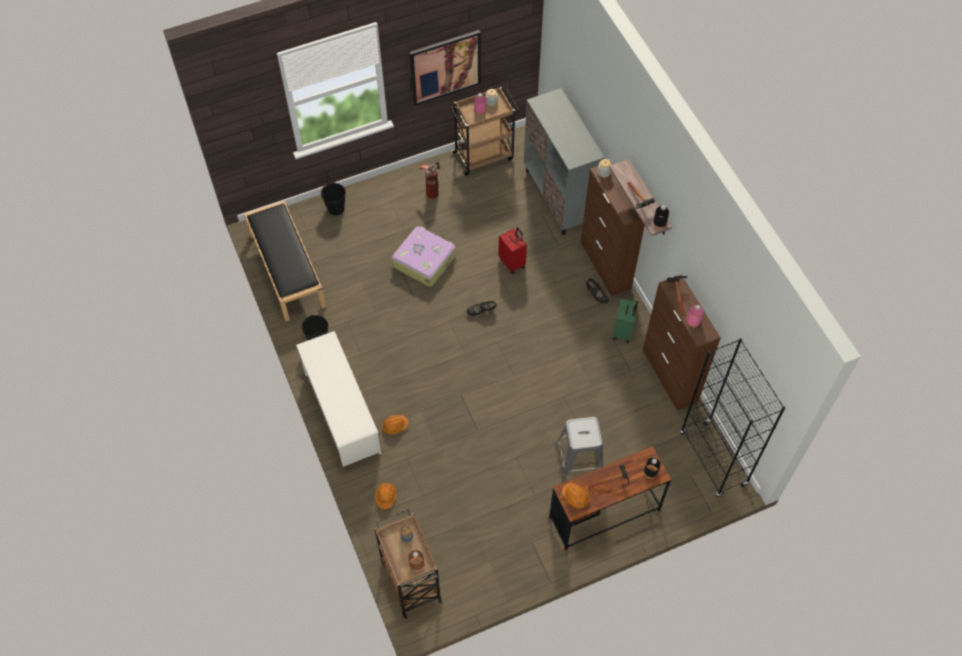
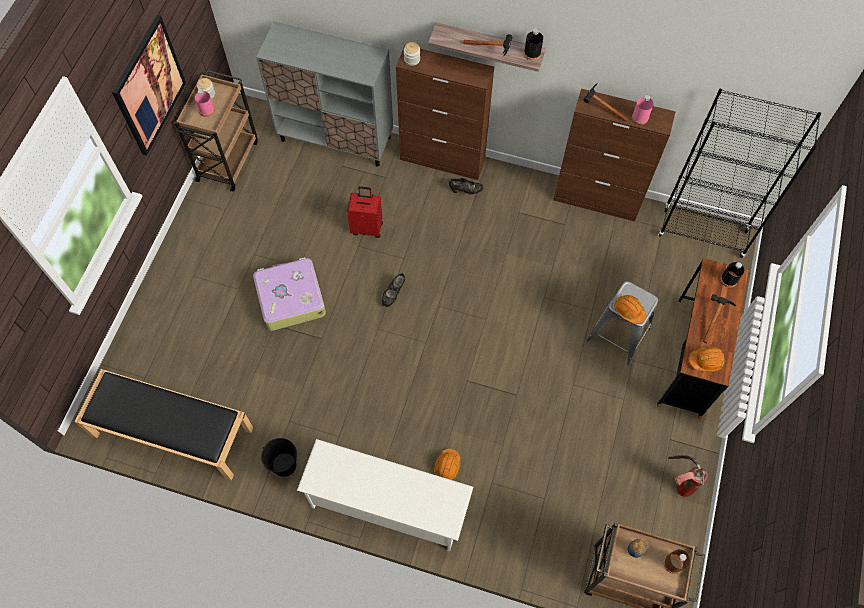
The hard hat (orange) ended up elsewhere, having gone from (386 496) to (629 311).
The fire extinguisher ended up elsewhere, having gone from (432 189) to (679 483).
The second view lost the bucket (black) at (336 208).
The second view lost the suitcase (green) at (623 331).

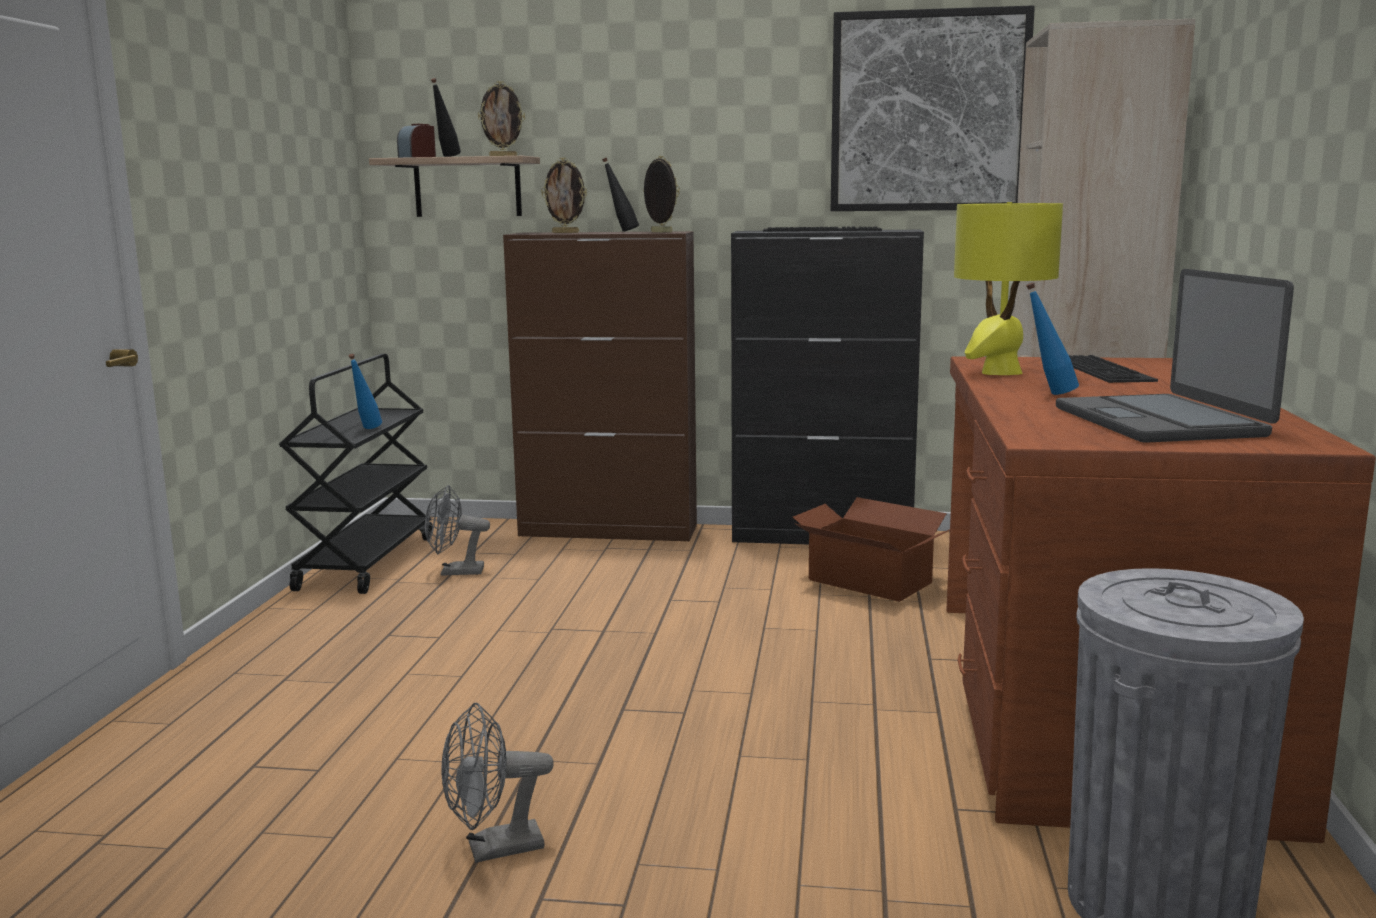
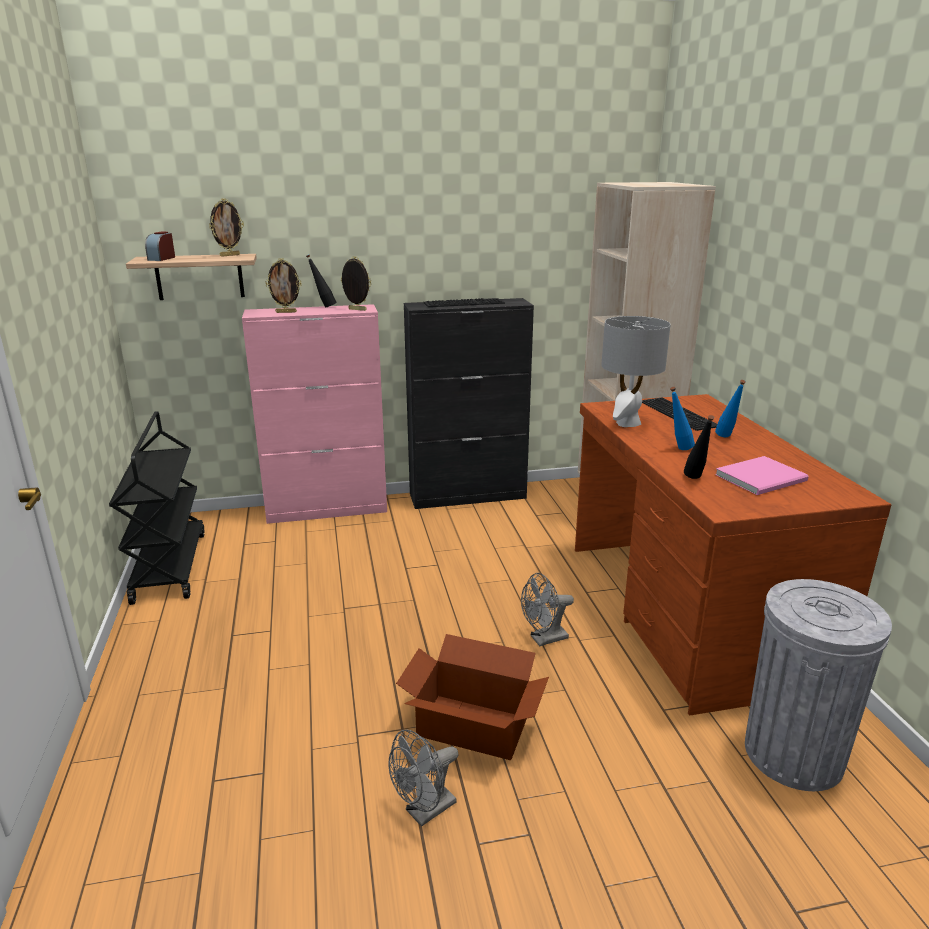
What was the cabinet (brown) at (609 530) turned into the cabinet (pink) at (327 509).
The cardboard box ended up elsewhere, having gone from (870 582) to (473 727).
The fan (grey) ended up elsewhere, having gone from (455 572) to (544 639).
What was the table lamp (yellow) at (1000 372) turned into the table lamp (grey) at (627 423).
The bottle (black) ended up elsewhere, having gone from (446 156) to (695 479).
The bottle (blue) ended up elsewhere, having gone from (367 429) to (726 438).
Where the laptop stood at (1161 422), the book (pink) came to stand at (764 478).
The second view lost the picture at (928 112).

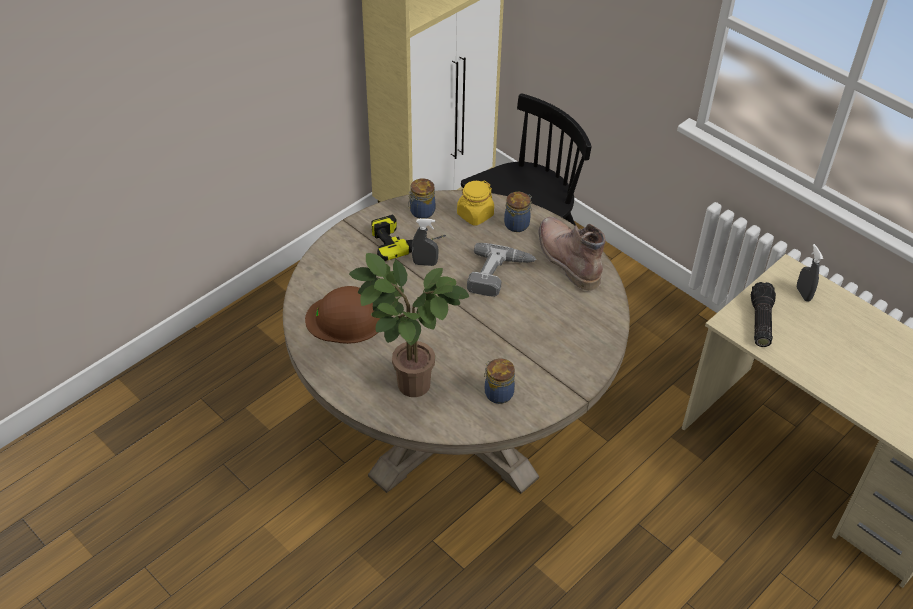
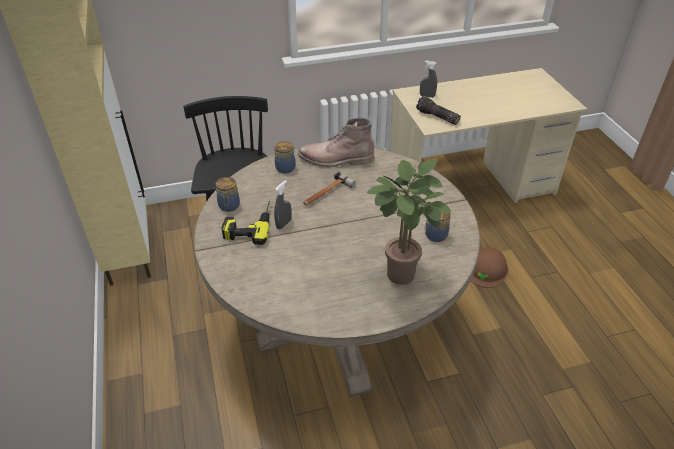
Where the power drill stood at (499 275), the hammer came to stand at (327 193).
The hard hat (brown) ended up elsewhere, having gone from (346 318) to (486 269).
The second view lost the jar (yellow) at (475 215).

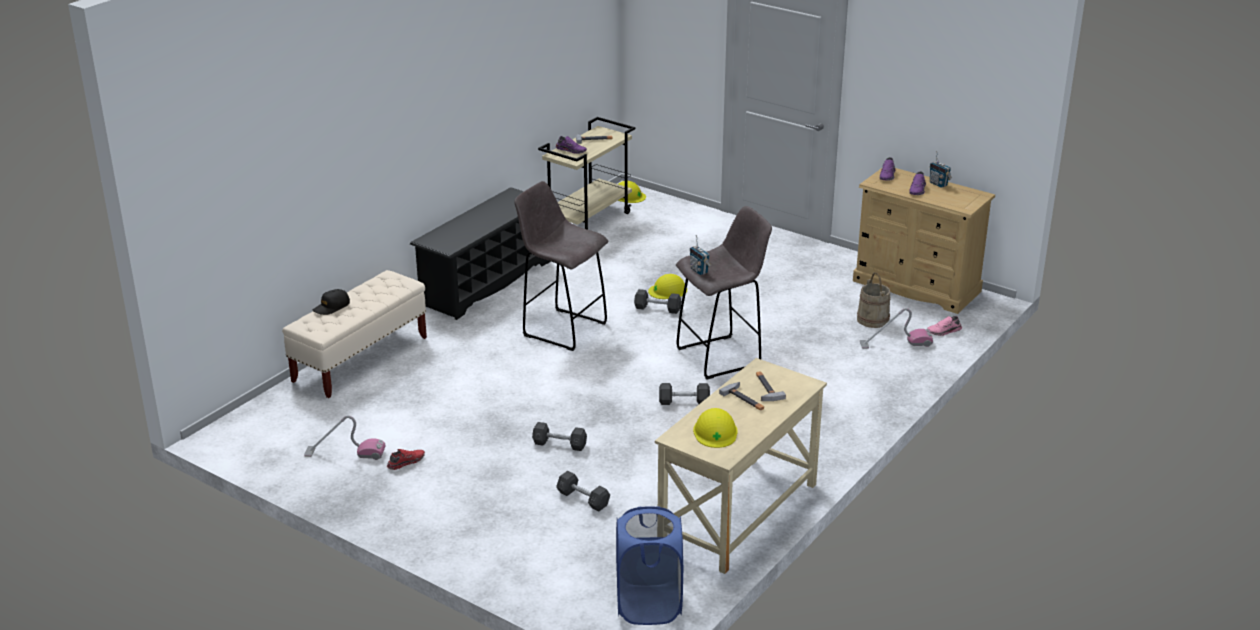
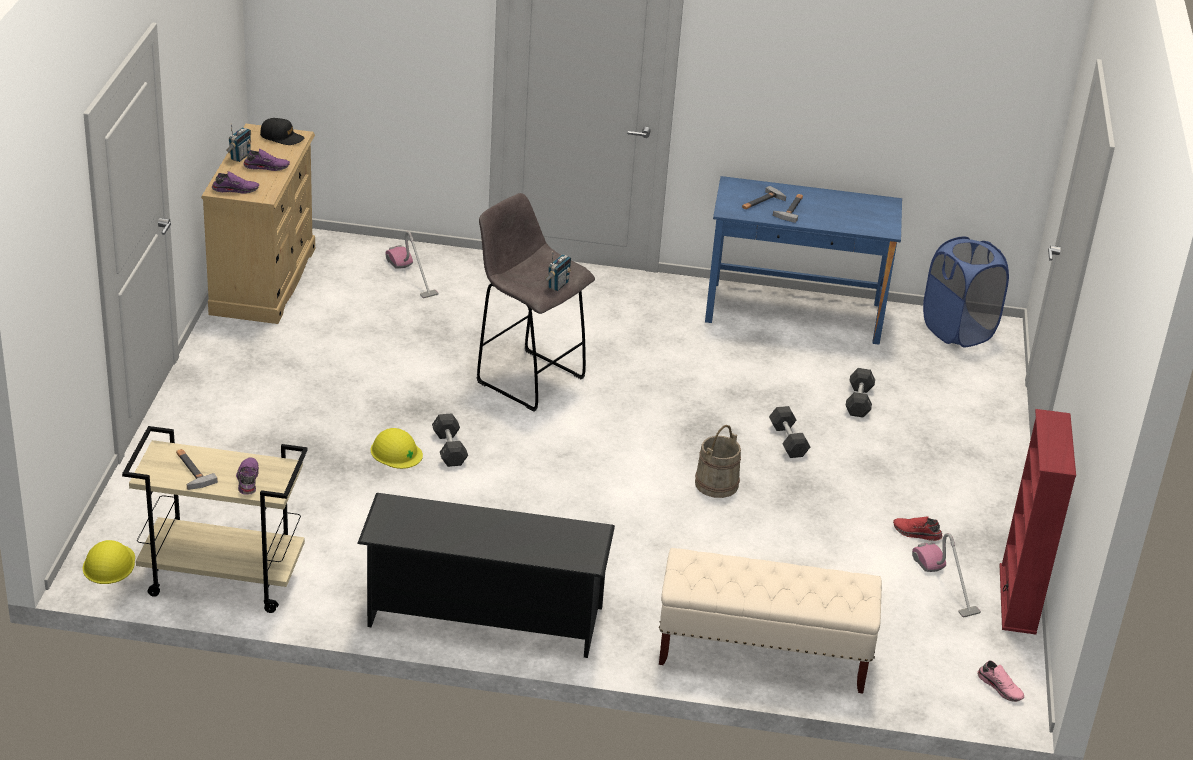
The cap (black) ended up elsewhere, having gone from (331 307) to (282 137).
The bucket (beige) ended up elsewhere, having gone from (873 319) to (716 484).
What was the desk (beige) at (739 514) turned into the desk (blue) at (794 312).
The shoe (pink) ended up elsewhere, having gone from (944 332) to (1001 687).
The second view gained the bookcase (red) at (1018 599).
The second view lost the stool (grey) at (562 329).
The second view lost the dumbbell (grey) at (684 401).
The second view lost the hard hat (yellow) at (715 432).

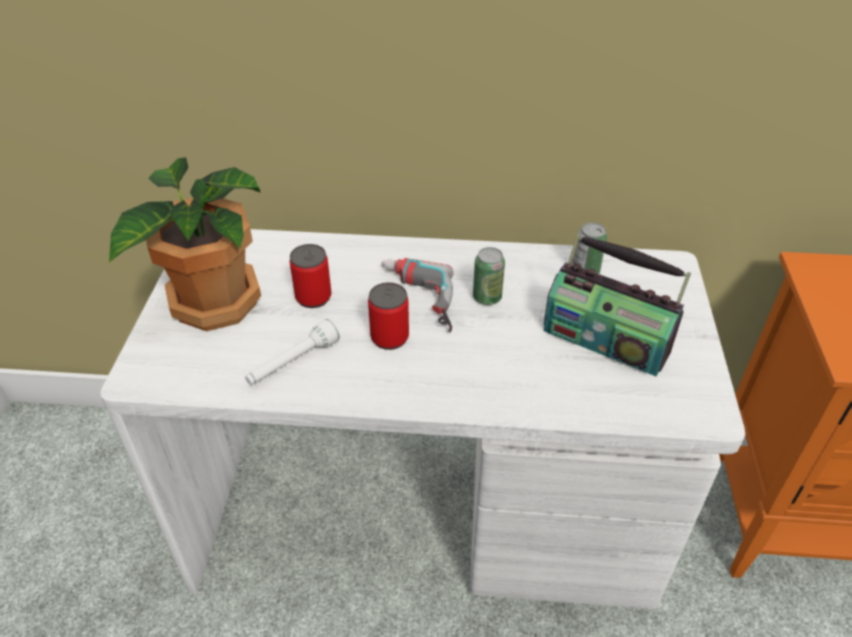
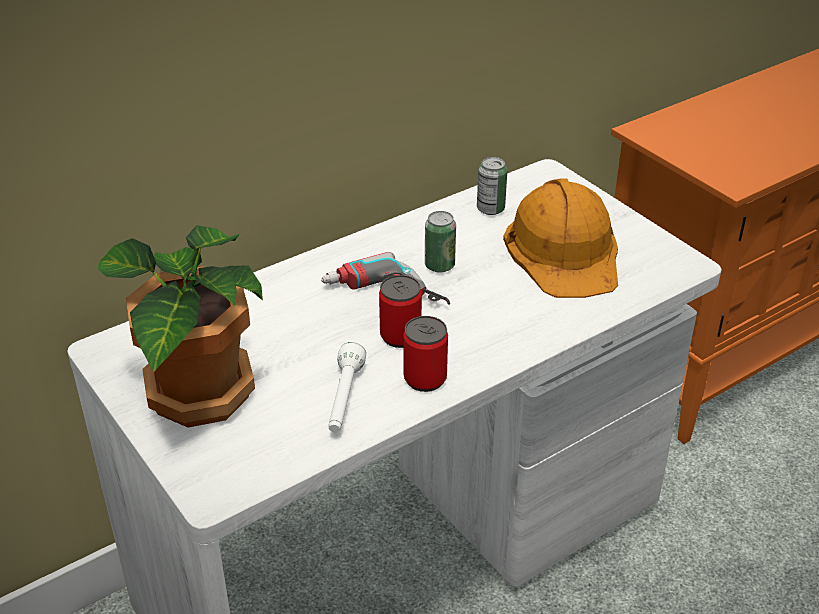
The can ended up elsewhere, having gone from (313 297) to (425 378).
Where the radio stood at (606 340), the hard hat (orange) came to stand at (564 251).

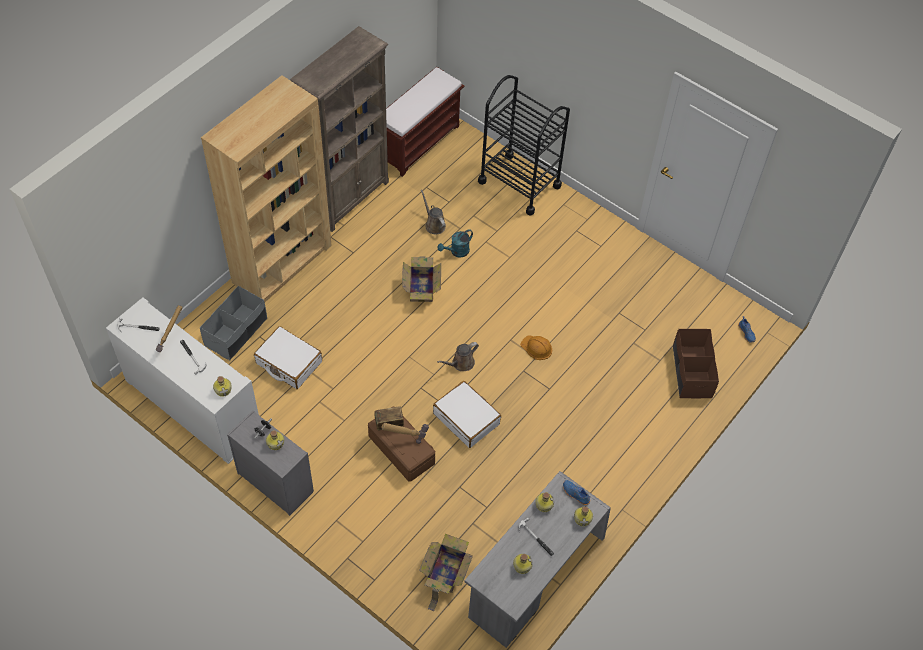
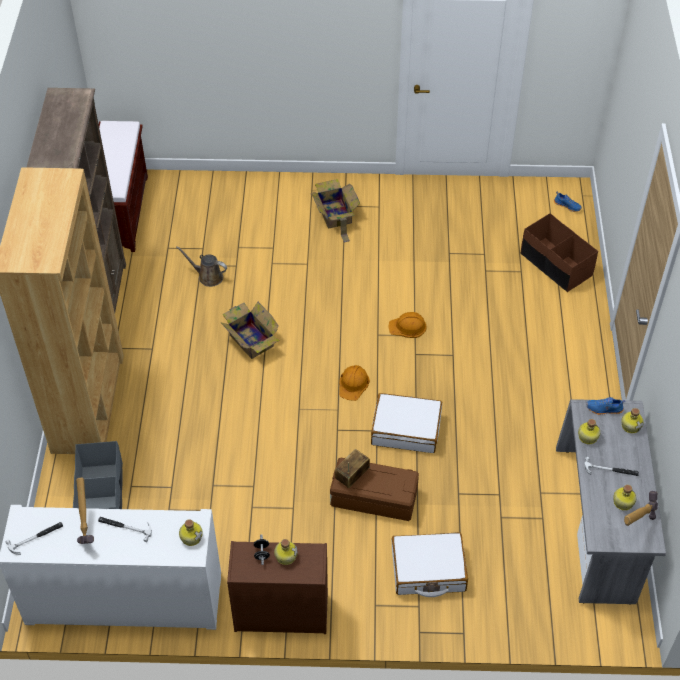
What was the dresser (grey) at (274 482) turned into the dresser (brown) at (280 613).
The cardboard box ended up elsewhere, having gone from (445 573) to (334 215).
Where the watering can (brown) stood at (461 363), the hard hat (orange) came to stand at (353 384).
The suitcase (white) ended up elsewhere, having gone from (288 363) to (428 570).
The hammer ended up elsewhere, having gone from (405 438) to (635 523).
The second view lost the watering can (turquoise) at (457 252).
The second view lost the cart (black) at (519 184).

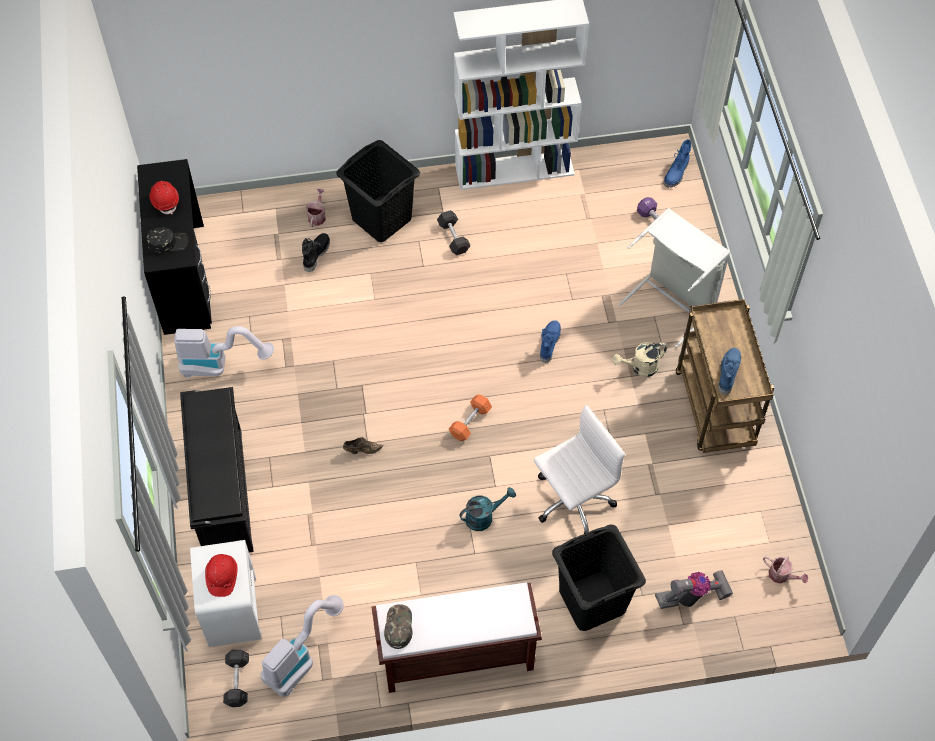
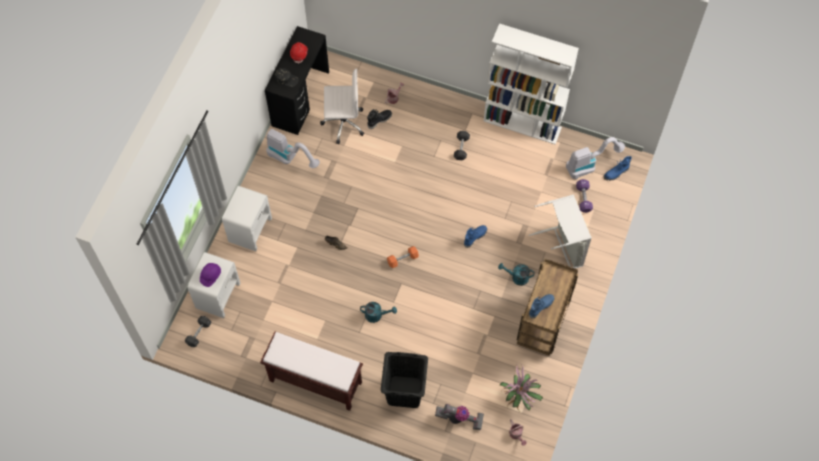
What was the hard hat (red) at (222 577) turned into the hard hat (purple) at (210 276).
Where the shoe rack (black) stood at (222 492), the nightstand (white) came to stand at (250 229).
The office chair (white) ended up elsewhere, having gone from (572 502) to (343 123).
What was the watering can (beige) at (640 368) turned into the watering can (turquoise) at (516 277).
The second view gained the potted plant at (519 398).
The vacuum cleaner ended up elsewhere, having gone from (300 657) to (589 165).
The second view lost the laundry basket (black) at (382 218).
The second view lost the cap (green) at (398 627).

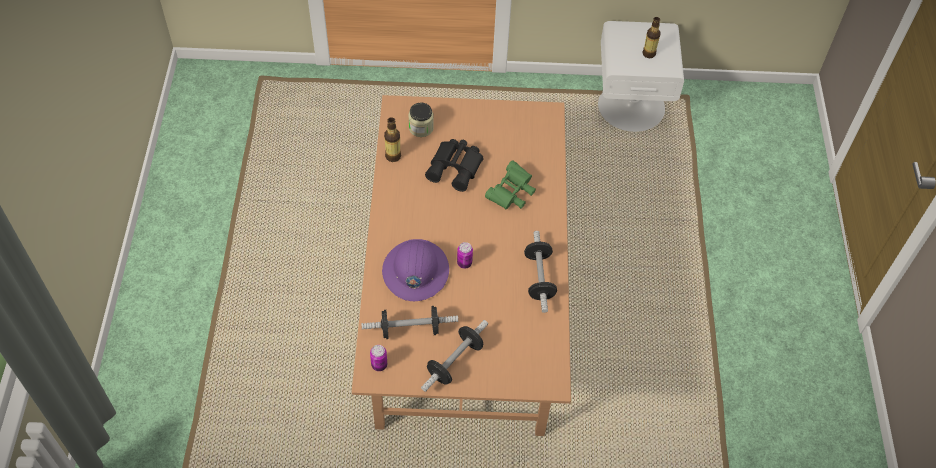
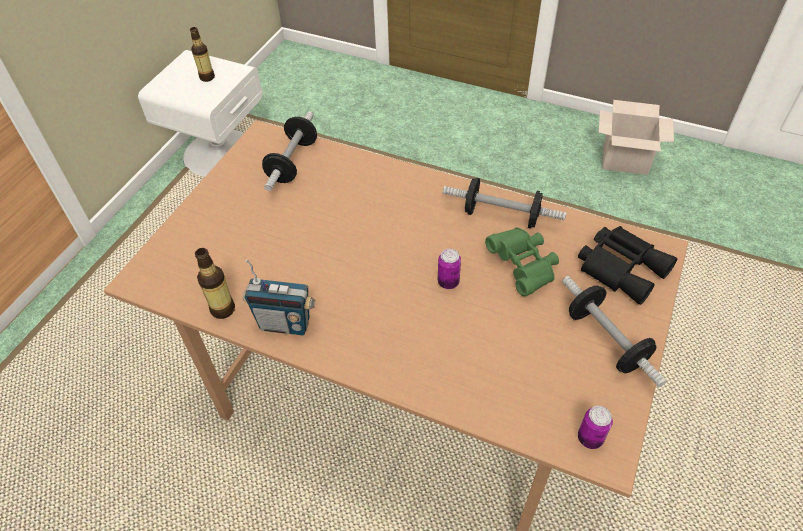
The second view gained the radio at (285 324).
The dumbbell ended up elsewhere, having gone from (410 329) to (292 162).
The binoculars (green) ended up elsewhere, having gone from (511 194) to (523 267).
The binoculars (black) ended up elsewhere, having gone from (456 168) to (621 267).
The second view gained the cardboard box at (626 159).
The second view lost the hard hat (purple) at (415 271).
The second view lost the jar at (421 128).

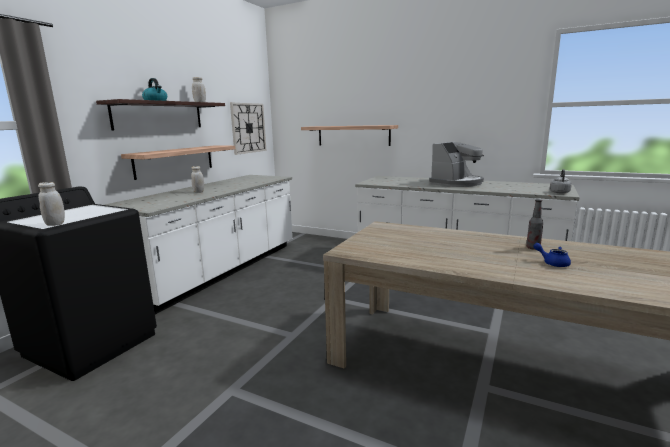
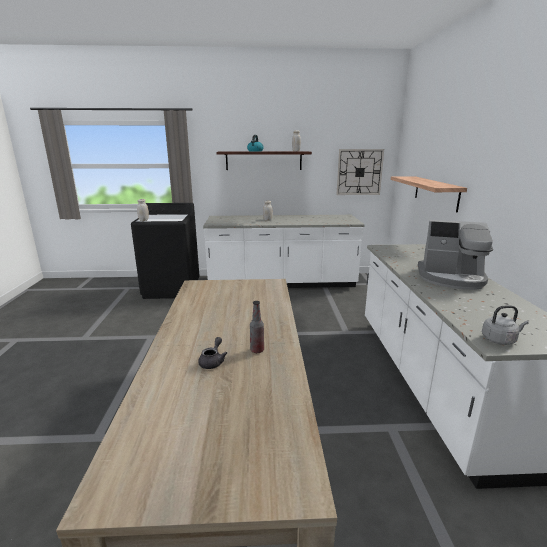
What was the teapot (blue) at (552 263) turned into the teapot (grey) at (213 361).
The second view lost the shelf at (175 161).

